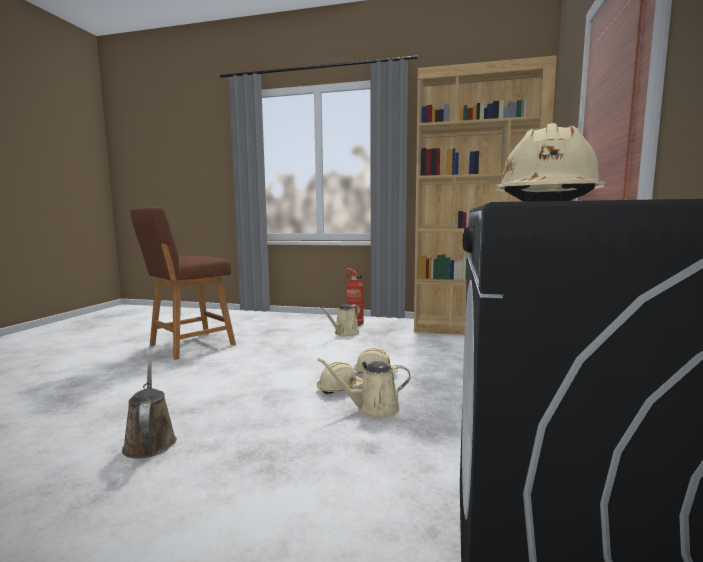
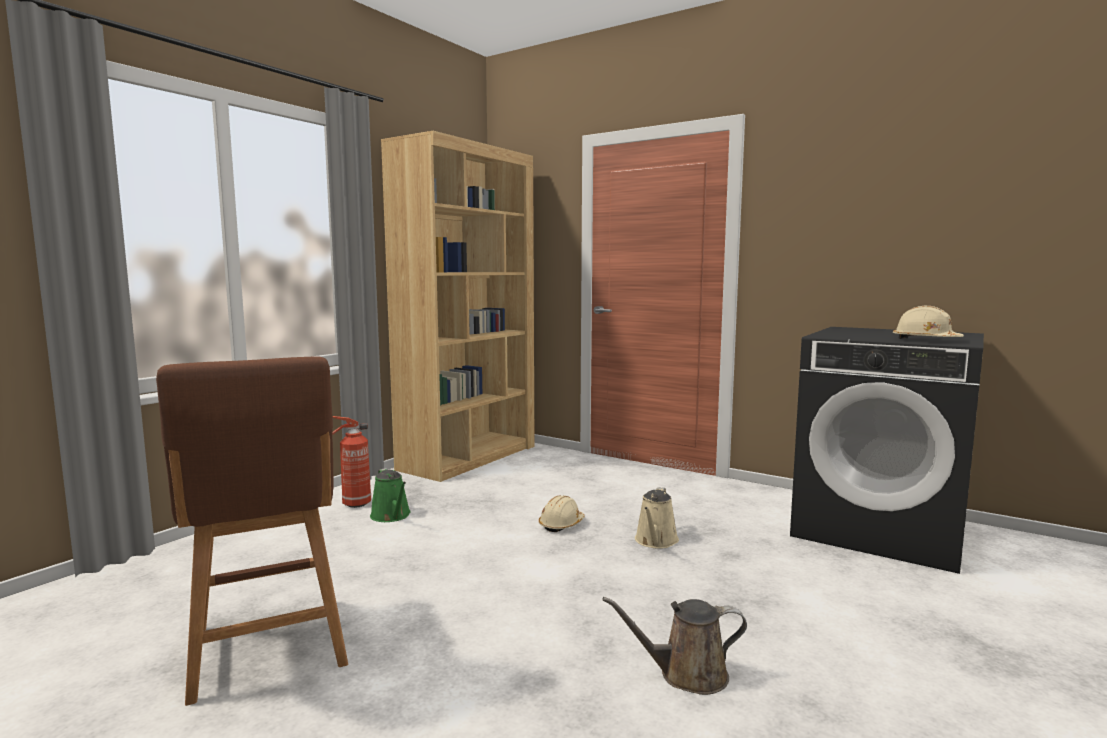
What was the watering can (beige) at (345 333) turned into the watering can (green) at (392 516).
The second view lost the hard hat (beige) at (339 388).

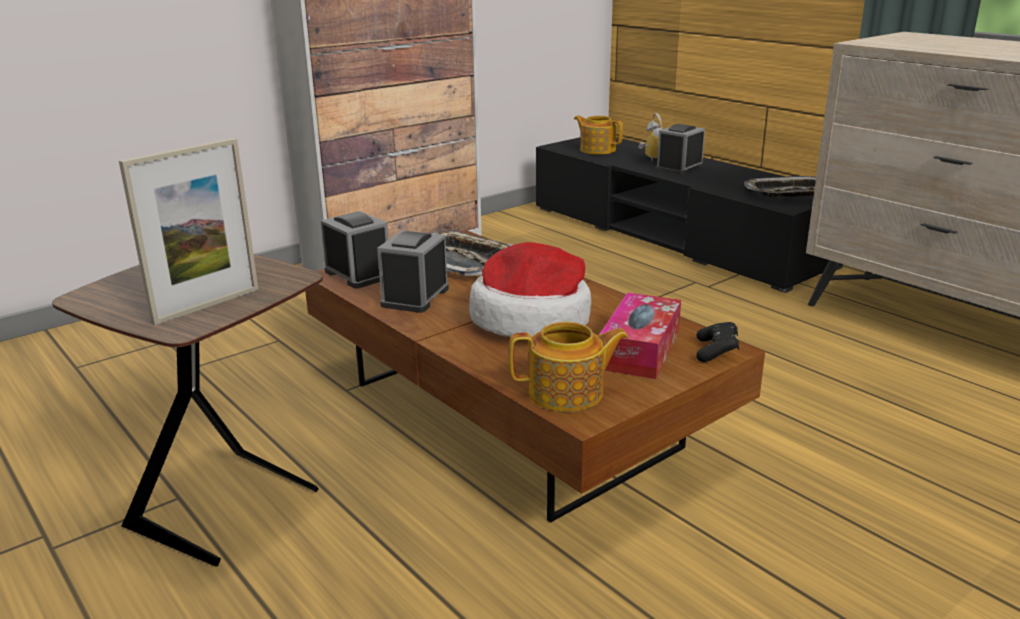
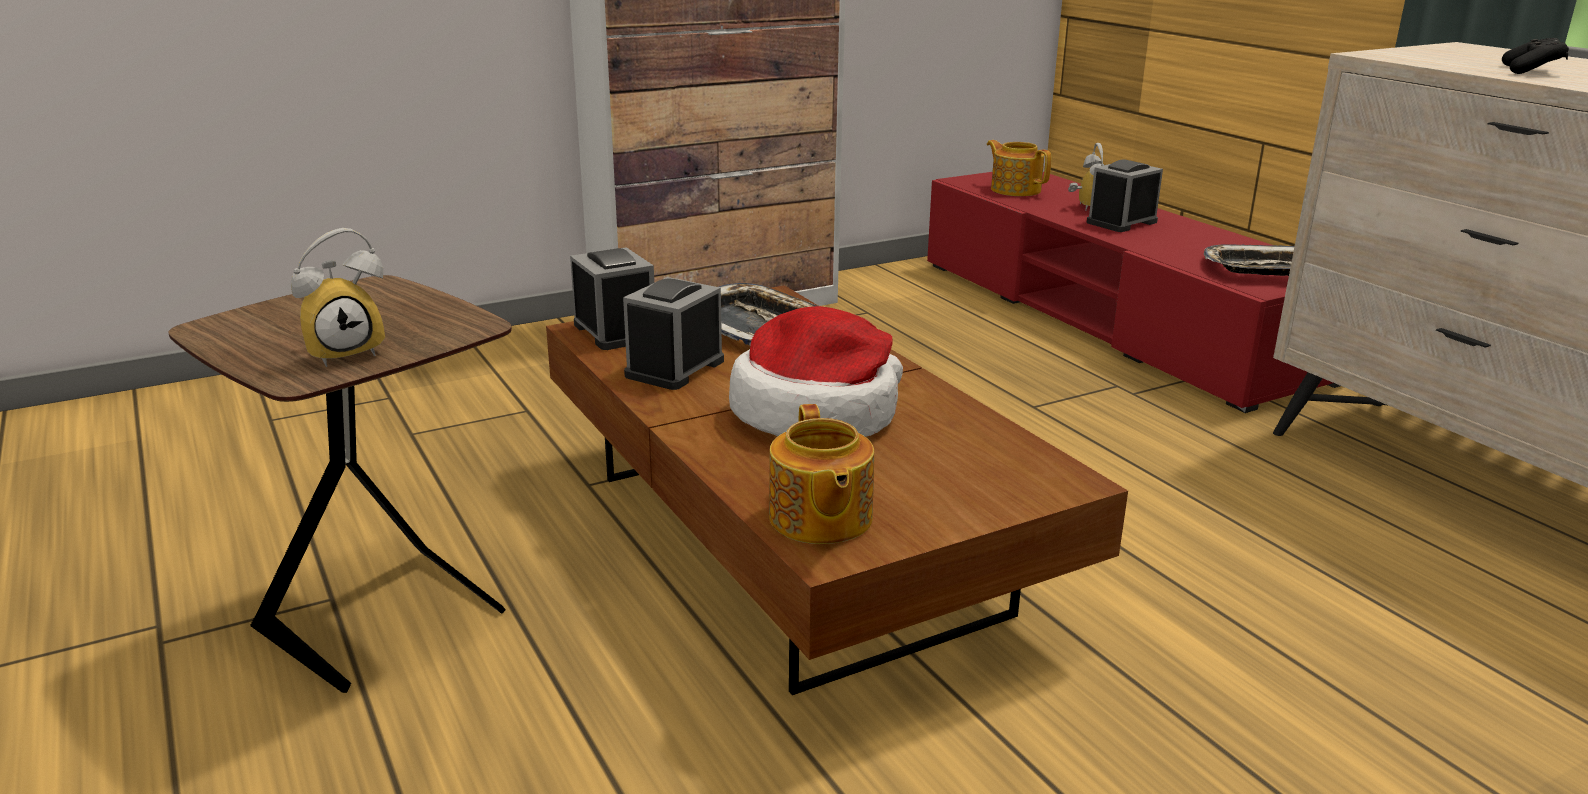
Where the picture frame stood at (207 305), the alarm clock came to stand at (346 352).
The teapot at (568 393) ended up facing another way, 75 degrees clockwise from before.
What was the tv stand (black) at (675 235) turned into the tv stand (red) at (1111 318).
The game controller (black) ended up elsewhere, having gone from (716 352) to (1531 70).
The second view lost the tissue box at (639 350).

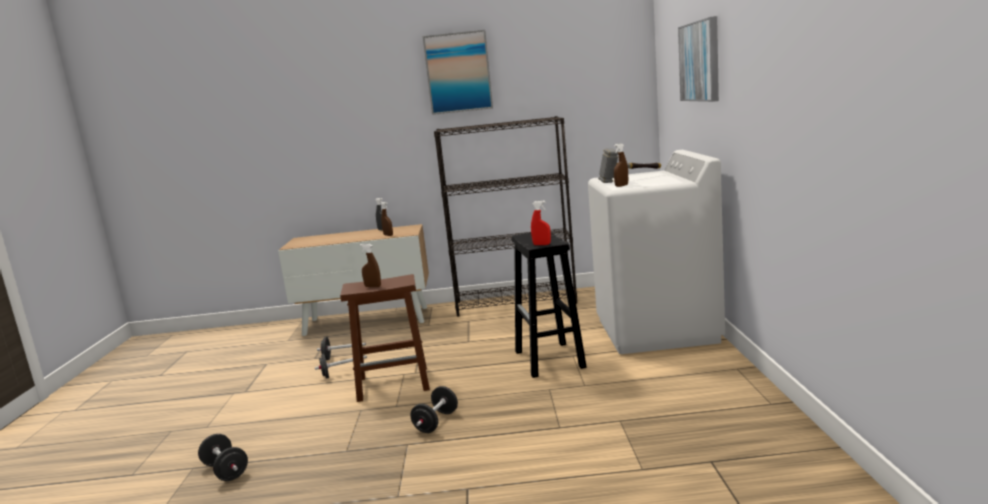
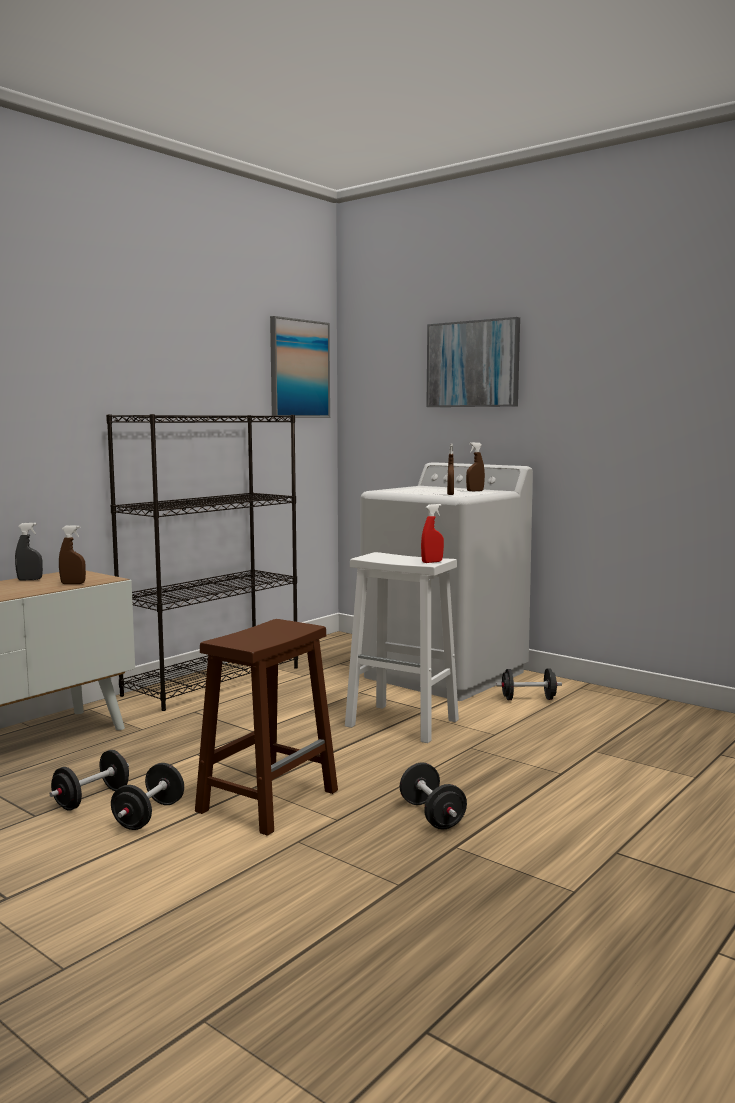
The picture ended up elsewhere, having gone from (458 72) to (299 369).
What was the stool (black) at (550 360) turned into the stool (white) at (404 723).
The spray bottle (brown) ended up elsewhere, having gone from (373 286) to (475 491).
The dumbbell (black) ended up elsewhere, having gone from (226 471) to (528 699).
The second view lost the hammer at (629 179).

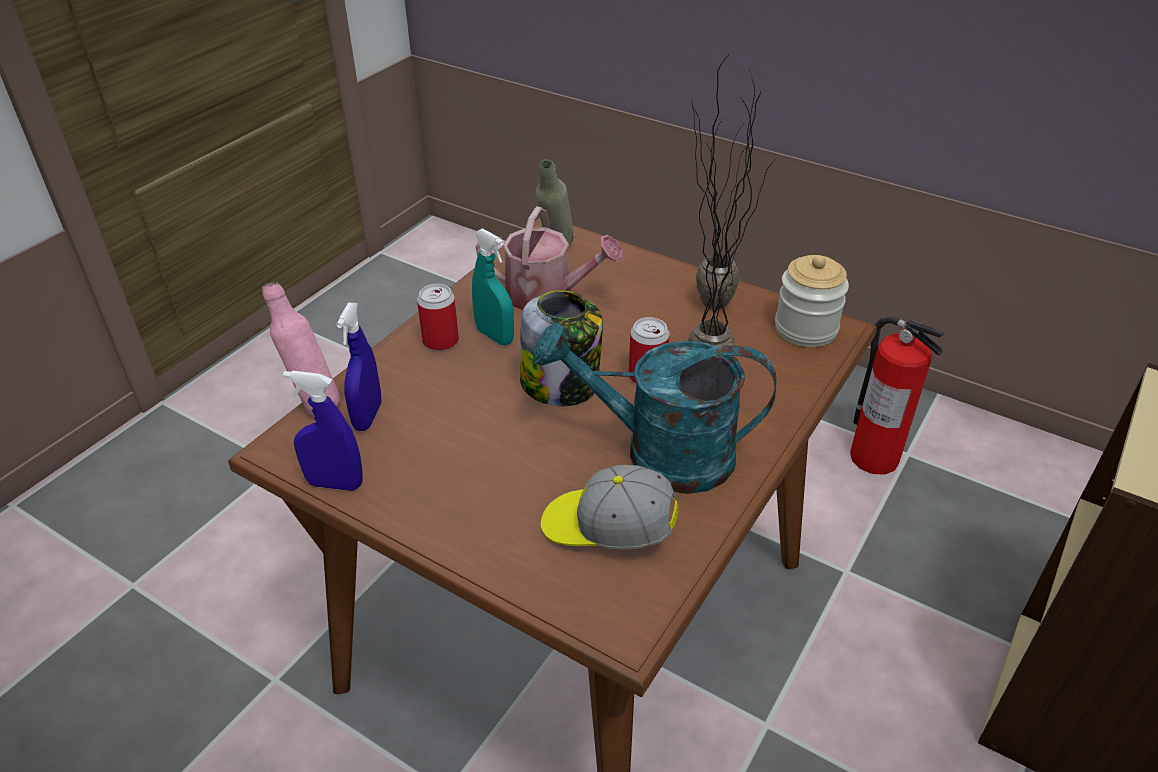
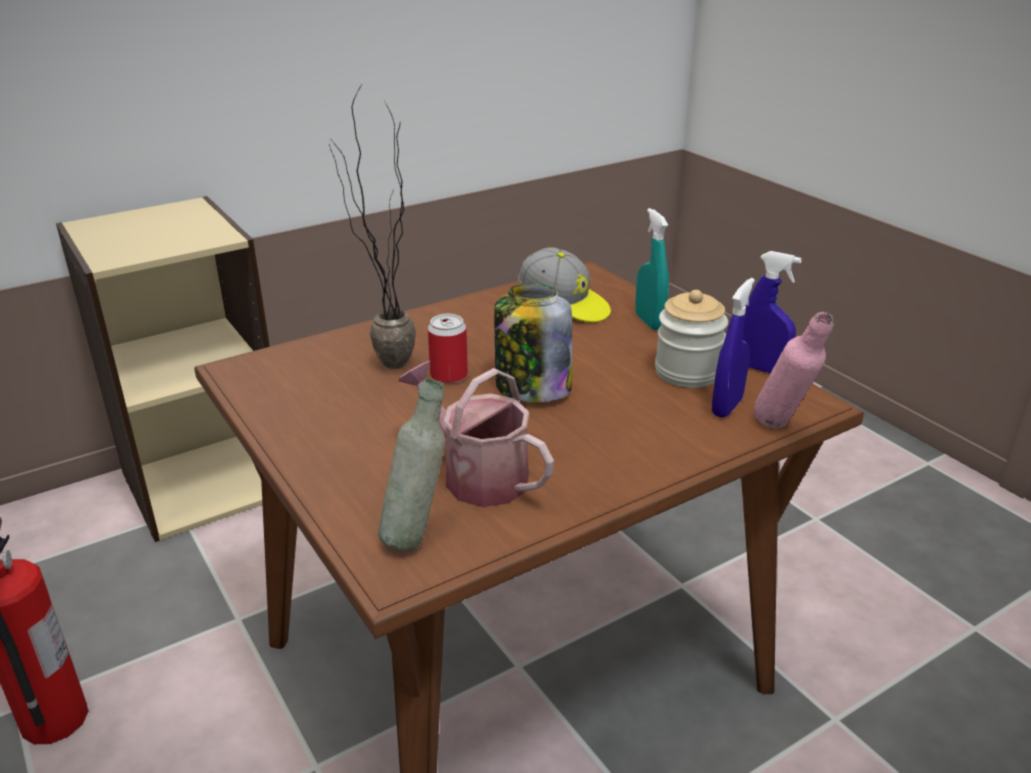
The spray bottle (turquoise) ended up elsewhere, having gone from (495 336) to (649 322).
The jar ended up elsewhere, having gone from (805 329) to (687 372).
The second view lost the can at (440 341).
The second view lost the watering can (turquoise) at (659 454).
The second view lost the potted plant at (700 305).

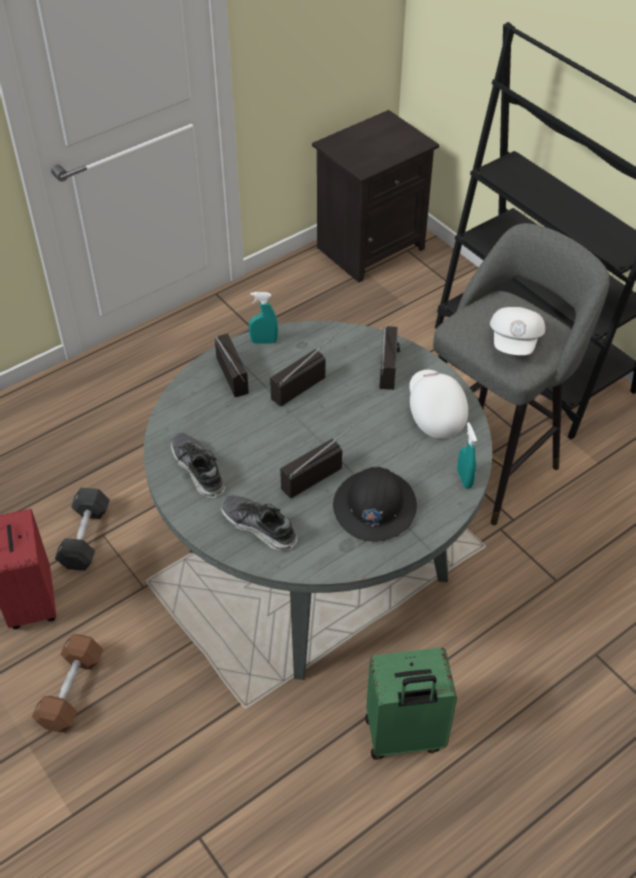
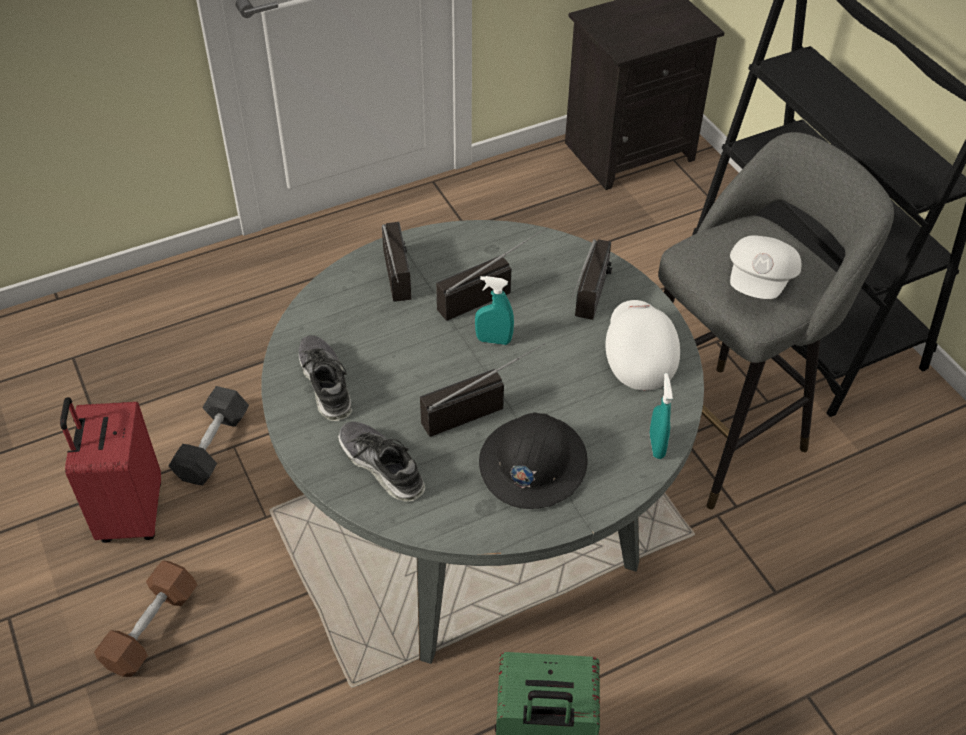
The spray bottle (turquoise) ended up elsewhere, having gone from (264 341) to (493 340).

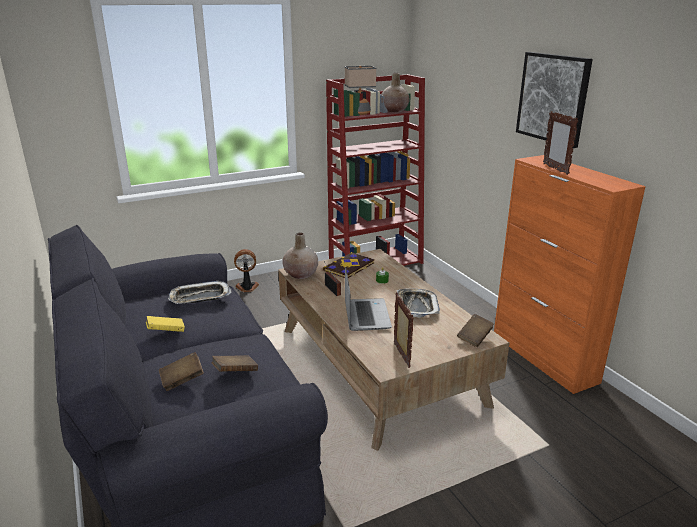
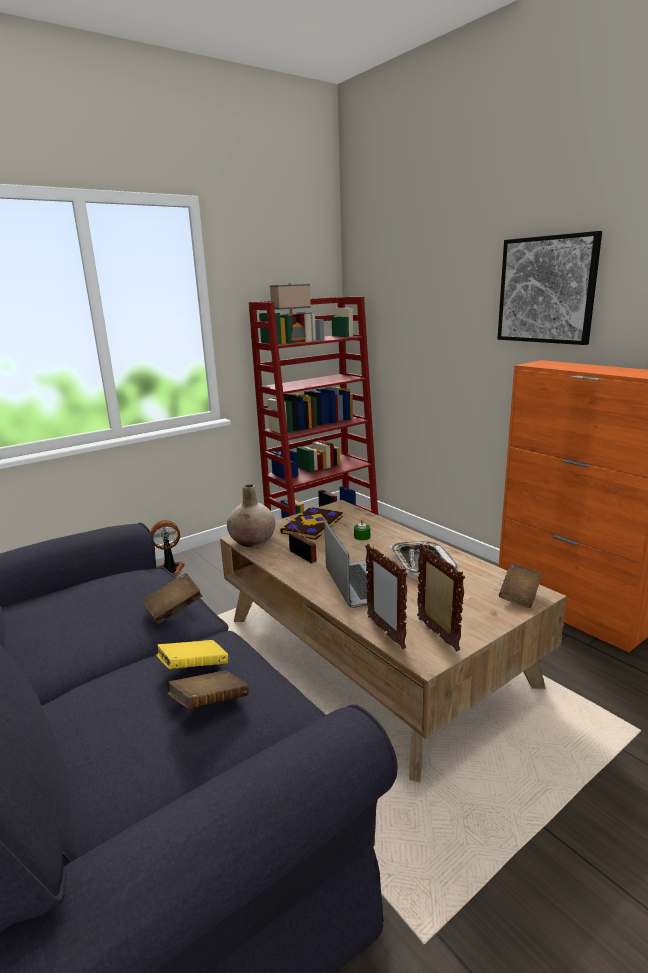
The book (brown) ended up elsewhere, having gone from (182 380) to (174 609).
The book (yellow) ended up elsewhere, having gone from (166 332) to (194 668).
The picture frame ended up elsewhere, having gone from (555 169) to (385 632).
The second view lost the tray at (200 297).
The second view lost the vase (beige) at (394 111).

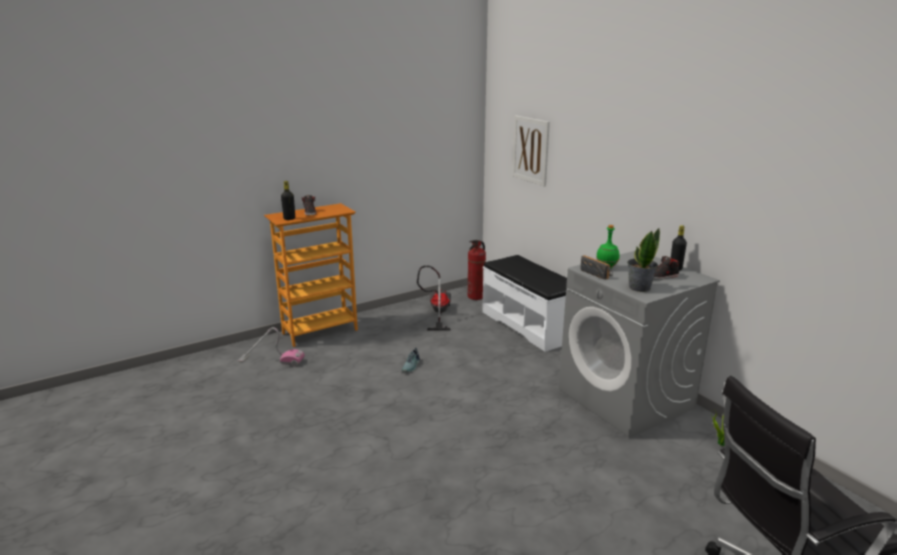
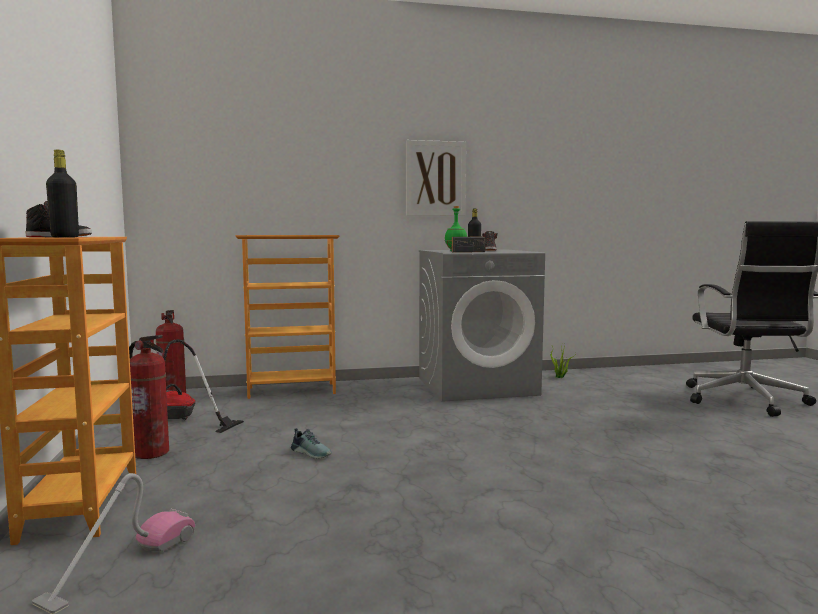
The second view gained the fire extinguisher at (151 453).
Where the bench (white) stood at (530 325), the bookcase came to stand at (292 390).
The picture ended up elsewhere, having gone from (530 150) to (435 178).
The second view lost the potted plant at (639 287).

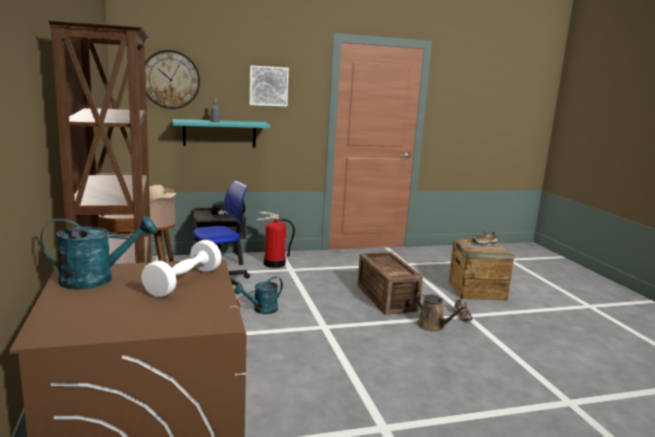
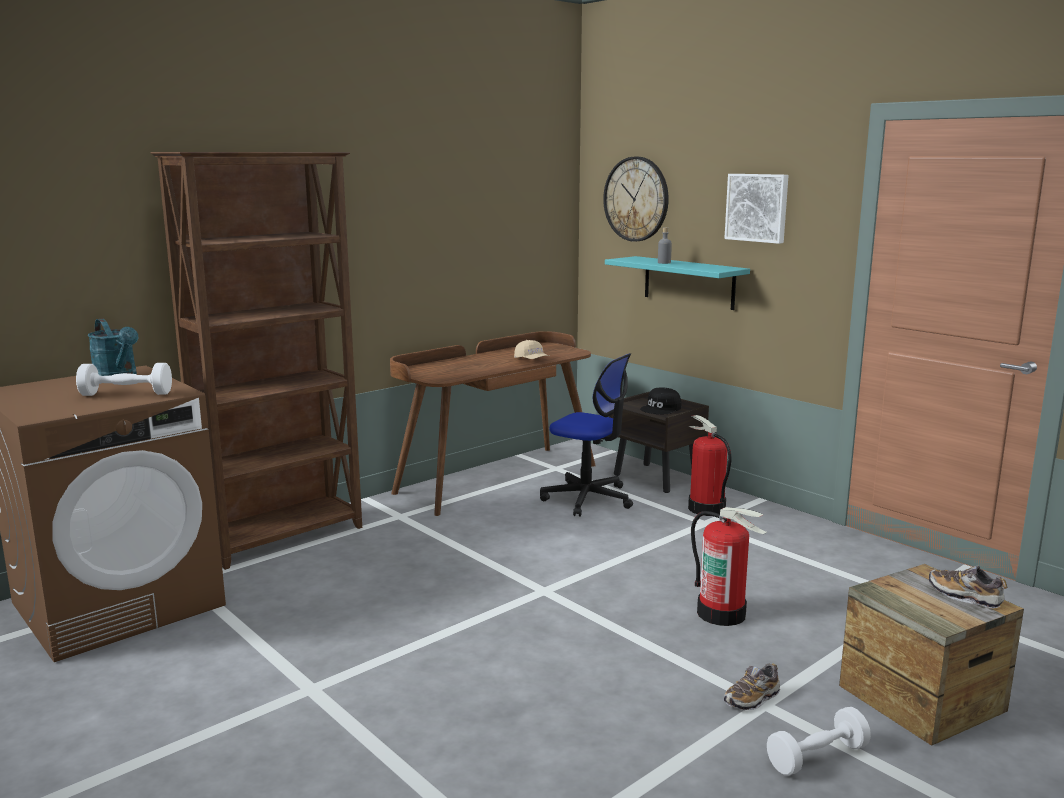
Where the crate stood at (387 297), the fire extinguisher came to stand at (722 613).
The second view gained the dumbbell (white) at (817 757).
The second view lost the watering can (turquoise) at (261 310).
The second view lost the watering can (brown) at (433 326).

